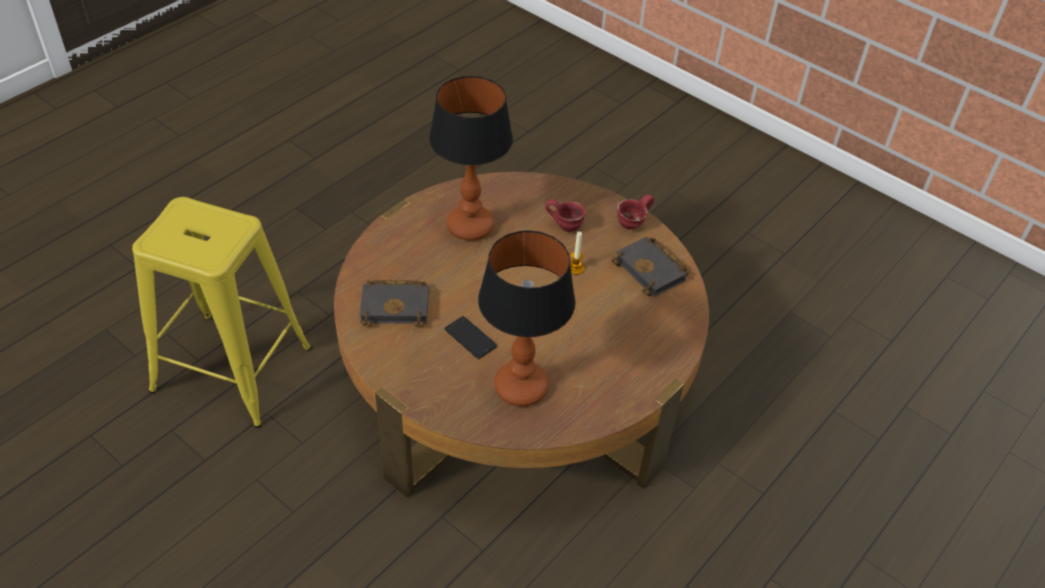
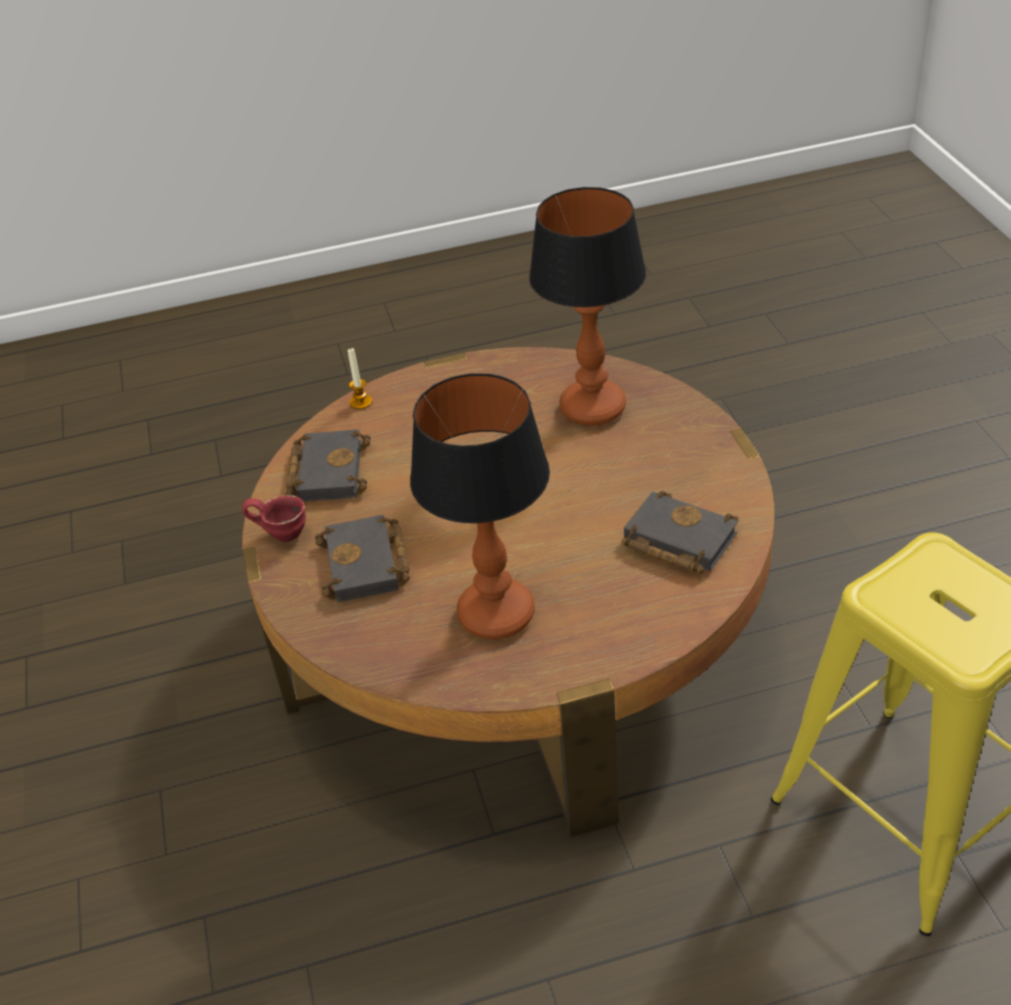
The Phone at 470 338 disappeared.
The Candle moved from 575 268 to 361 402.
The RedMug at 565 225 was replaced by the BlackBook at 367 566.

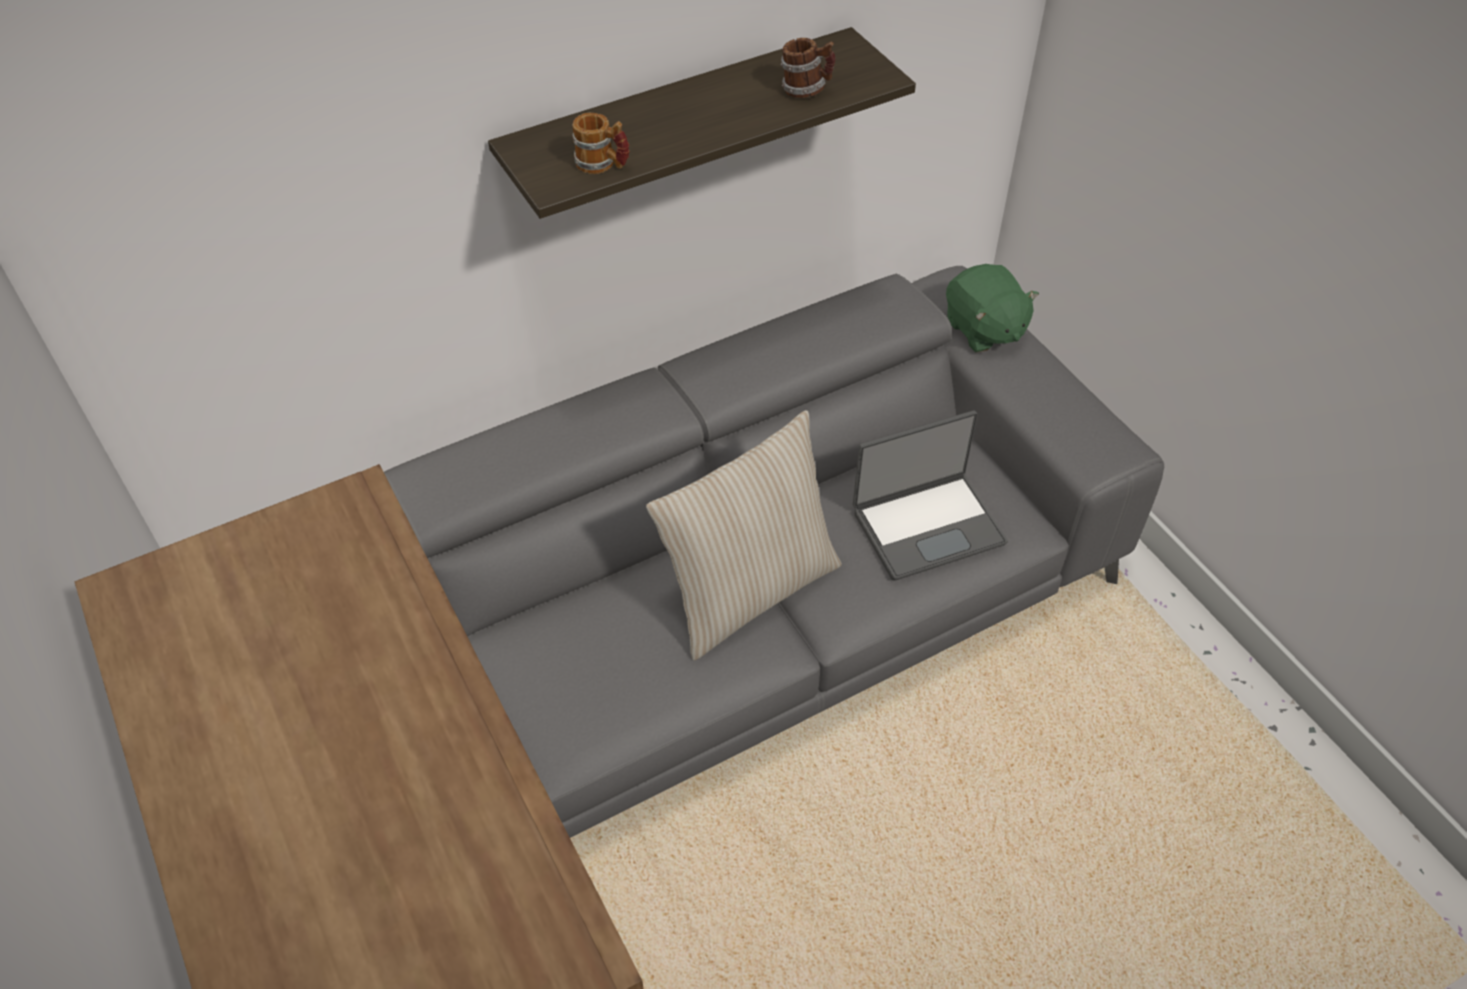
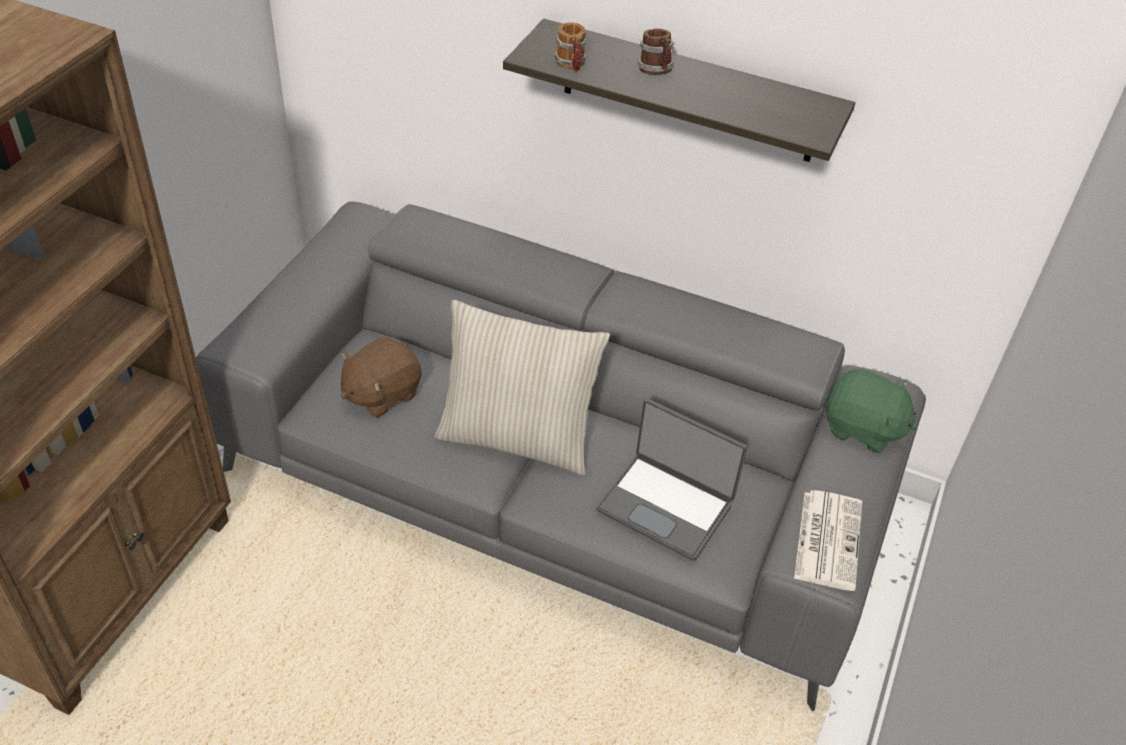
The BrownPlushToy at 381 393 appeared.
The Newspaper at 827 539 appeared.
The Mug moved from 806 90 to 656 72.
The GreenPlushToy at 983 329 turned 90 degrees counterclockwise.

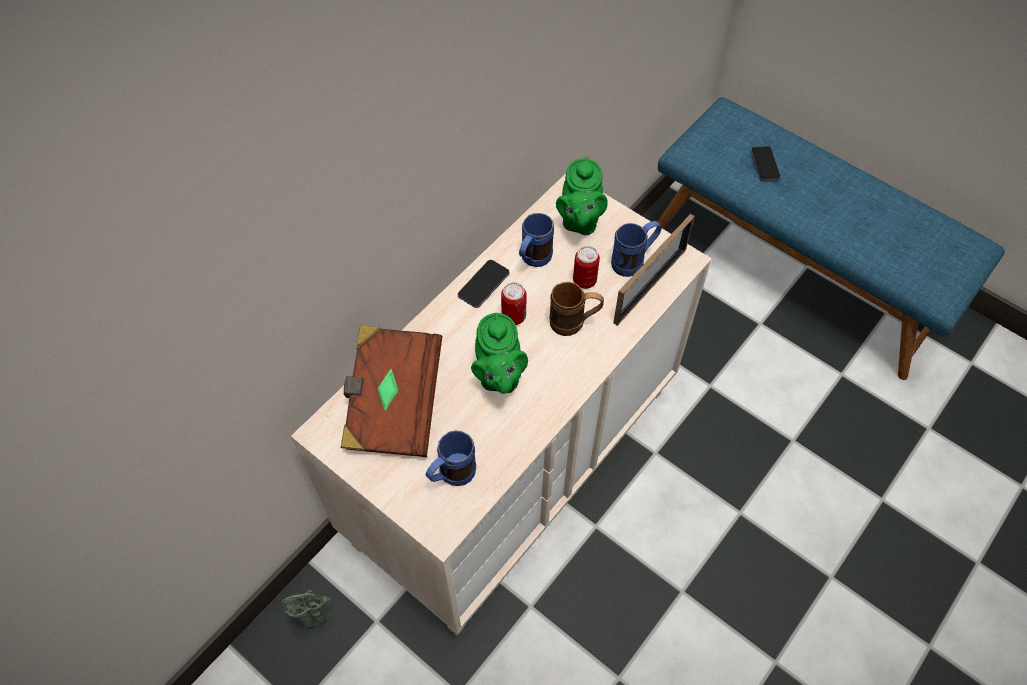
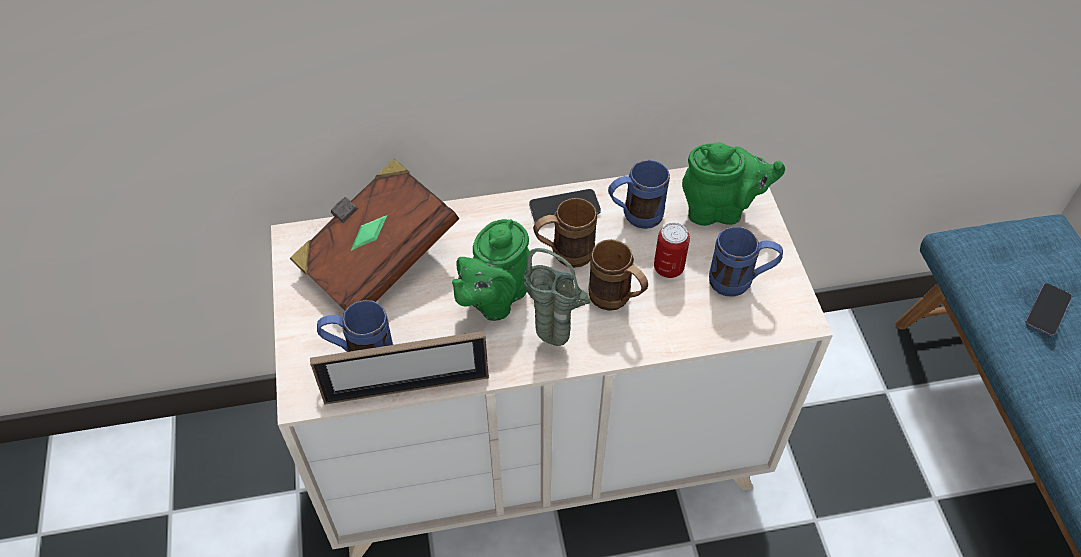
The GreenVase moved from 319 621 to 556 343.
The PictureFrame moved from 650 285 to 407 388.
The Can at 513 316 was replaced by the BrownMug at 564 255.
The GreenTeapot at 579 221 turned 135 degrees counterclockwise.

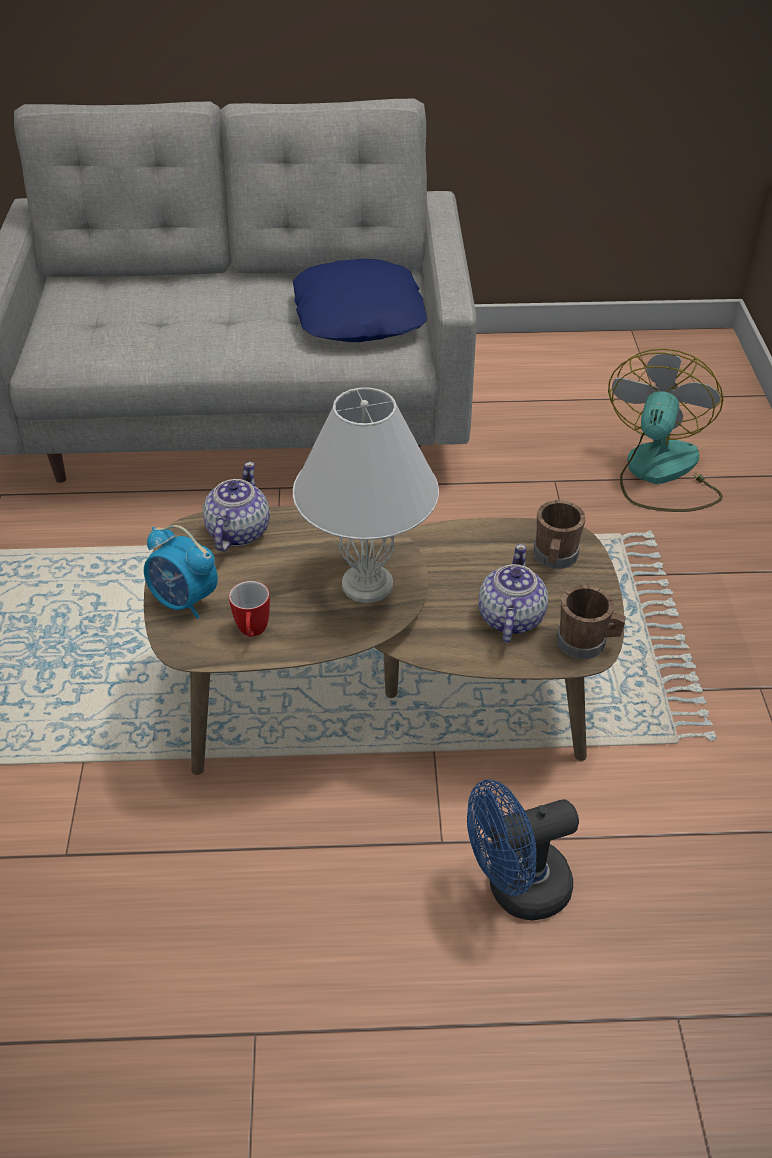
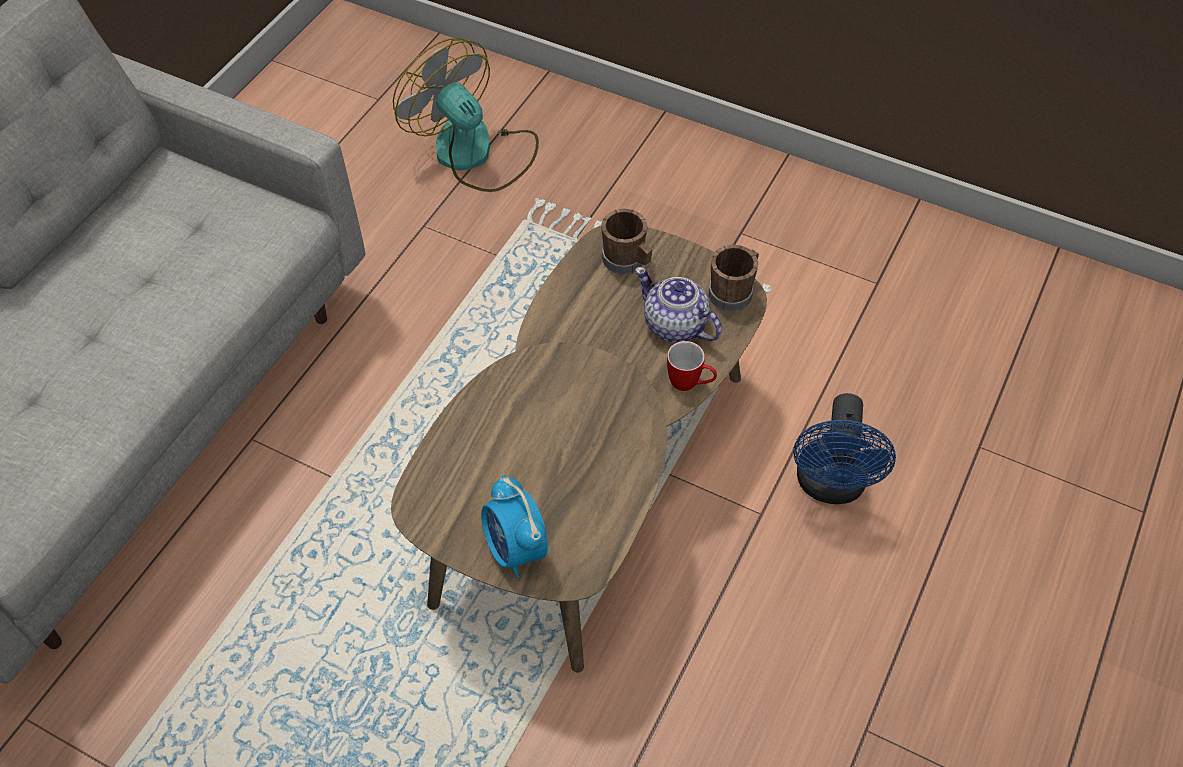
The Teapot at 237 532 disappeared.
The BluePillow at 360 315 disappeared.
The WhiteTableLamp at 368 585 disappeared.
The Mug moved from 252 633 to 690 384.
The AlarmClock at 184 601 turned 90 degrees clockwise.

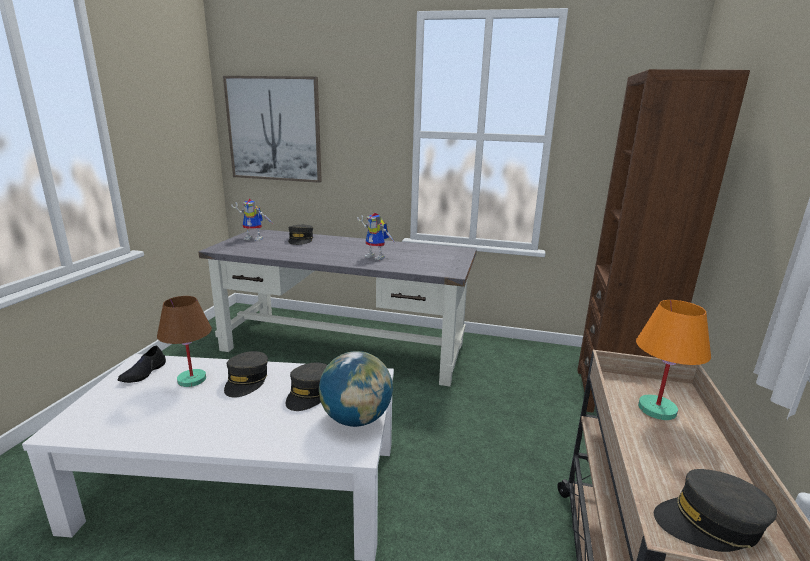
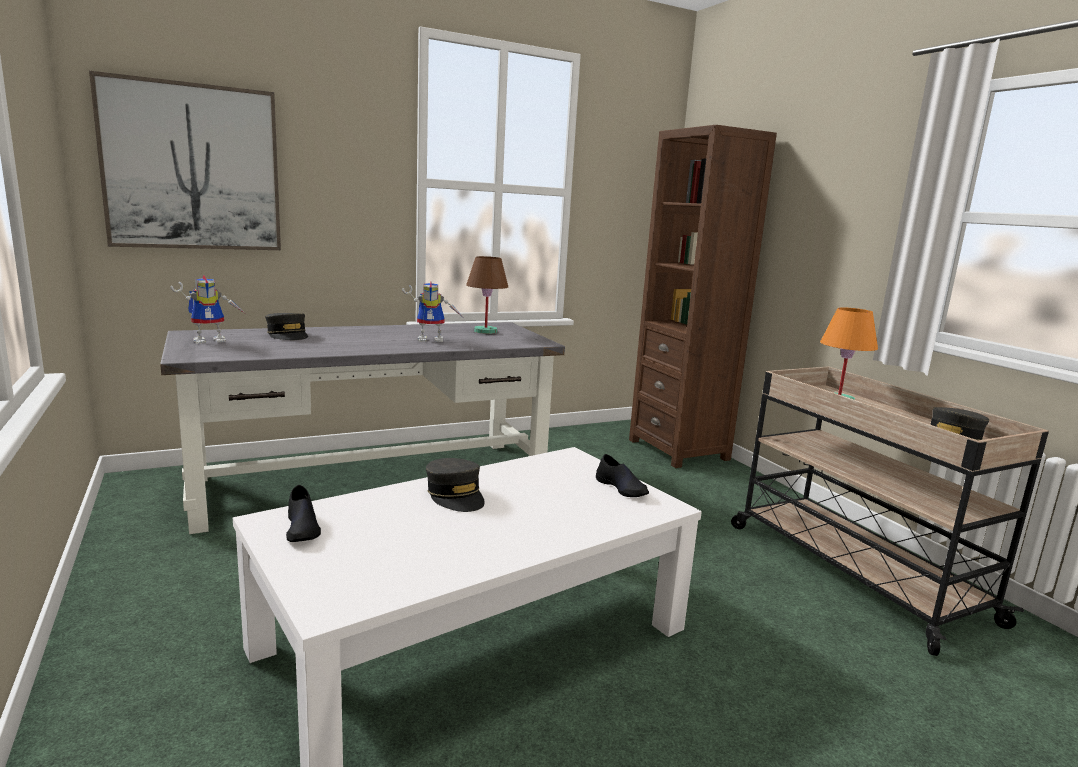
The GreyCap at 309 394 disappeared.
The BrownTableLamp moved from 191 380 to 485 331.
The Globe at 356 419 was replaced by the BlackShoe at 622 488.

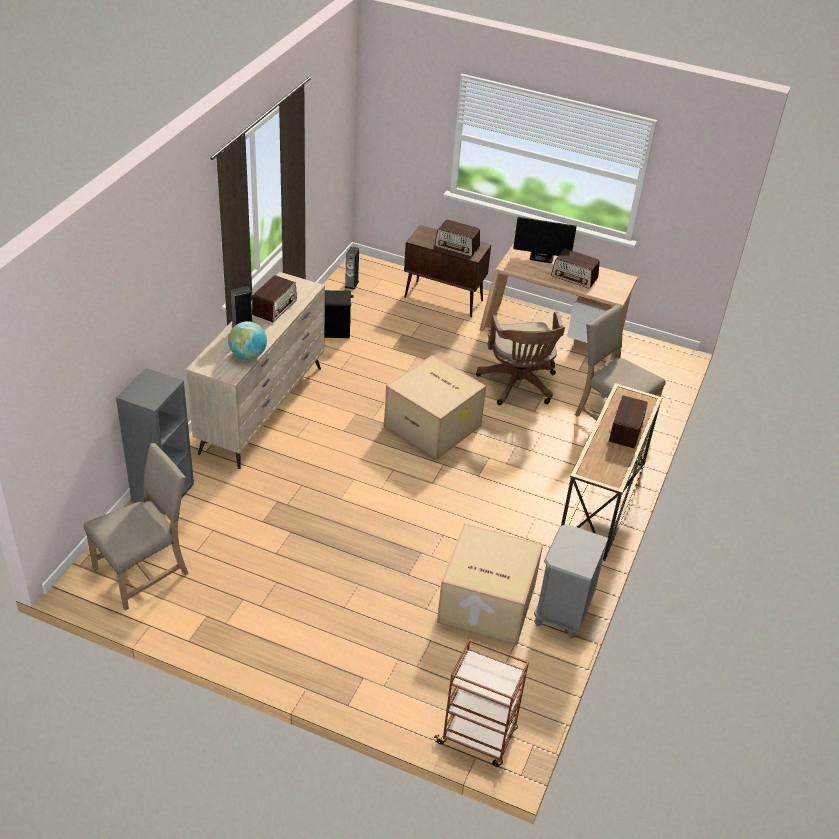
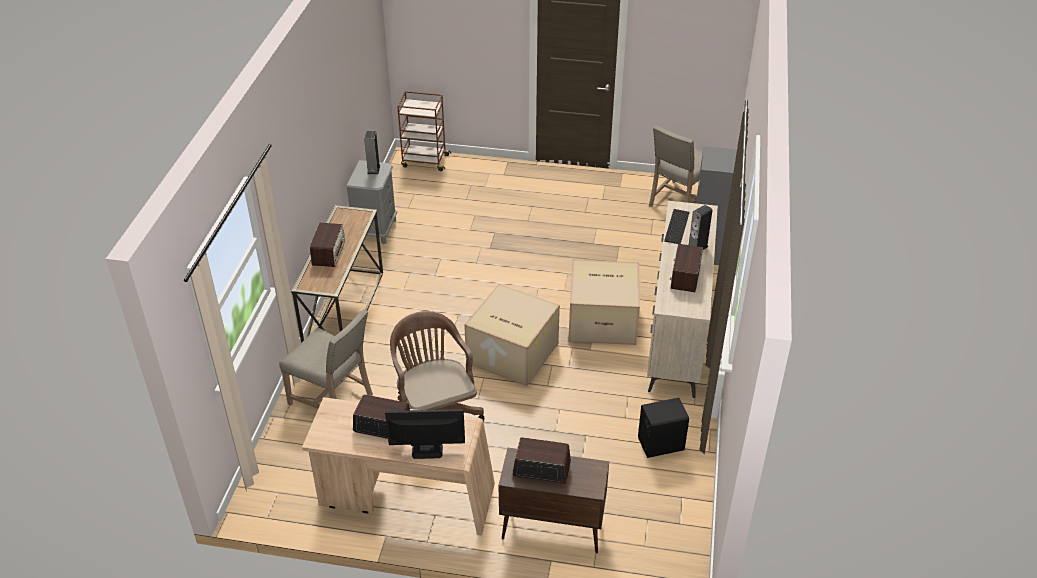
The Speaker moved from 351 284 to 373 169.
The CardboardBox moved from 485 604 to 603 319.
The Globe at 248 355 was replaced by the Keyboard at 676 226.

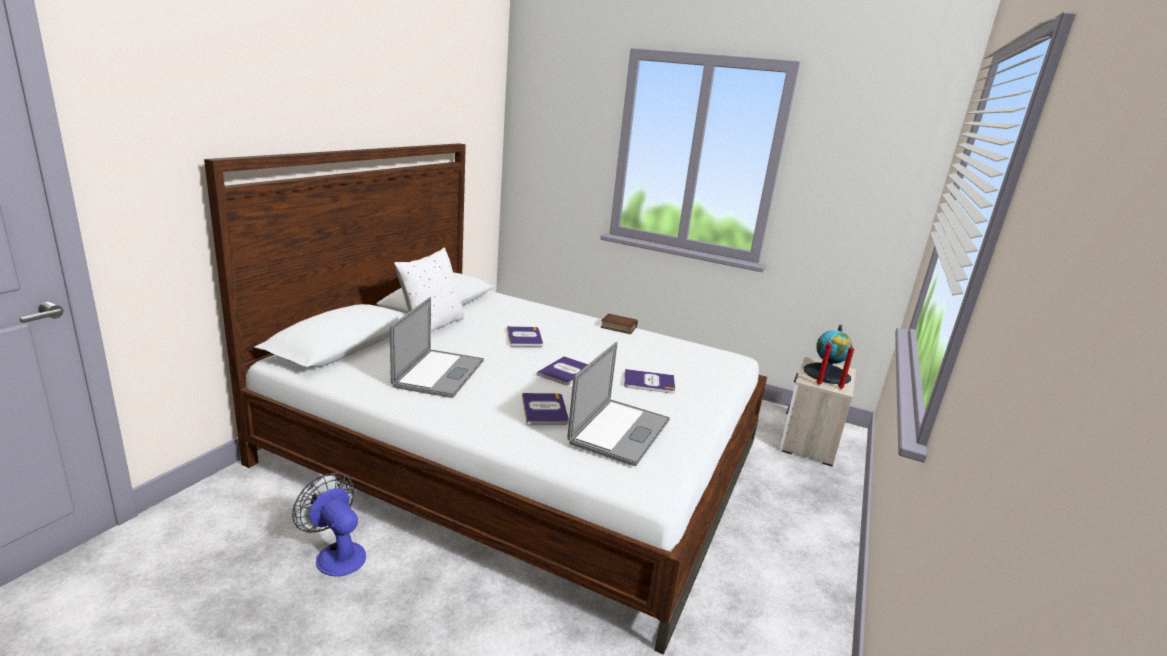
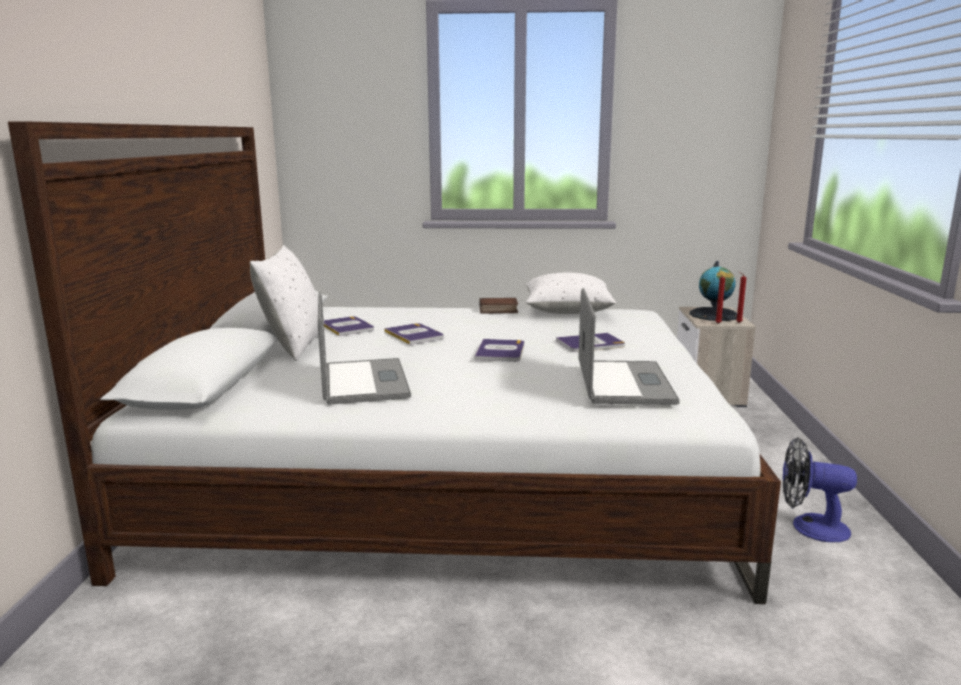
The WhitePillow at 567 311 appeared.
The Fan moved from 336 554 to 810 527.
The Book moved from 544 410 to 347 327.

